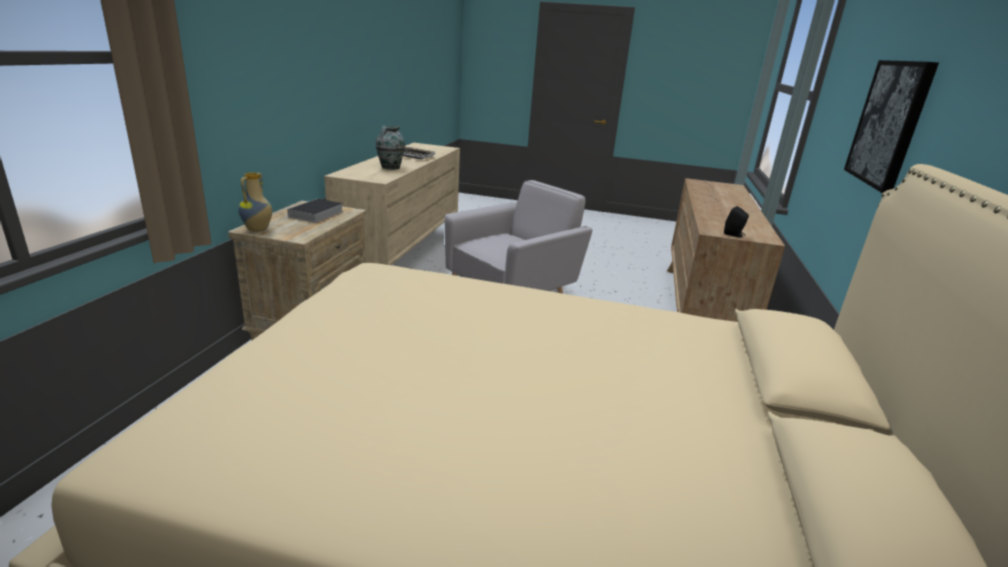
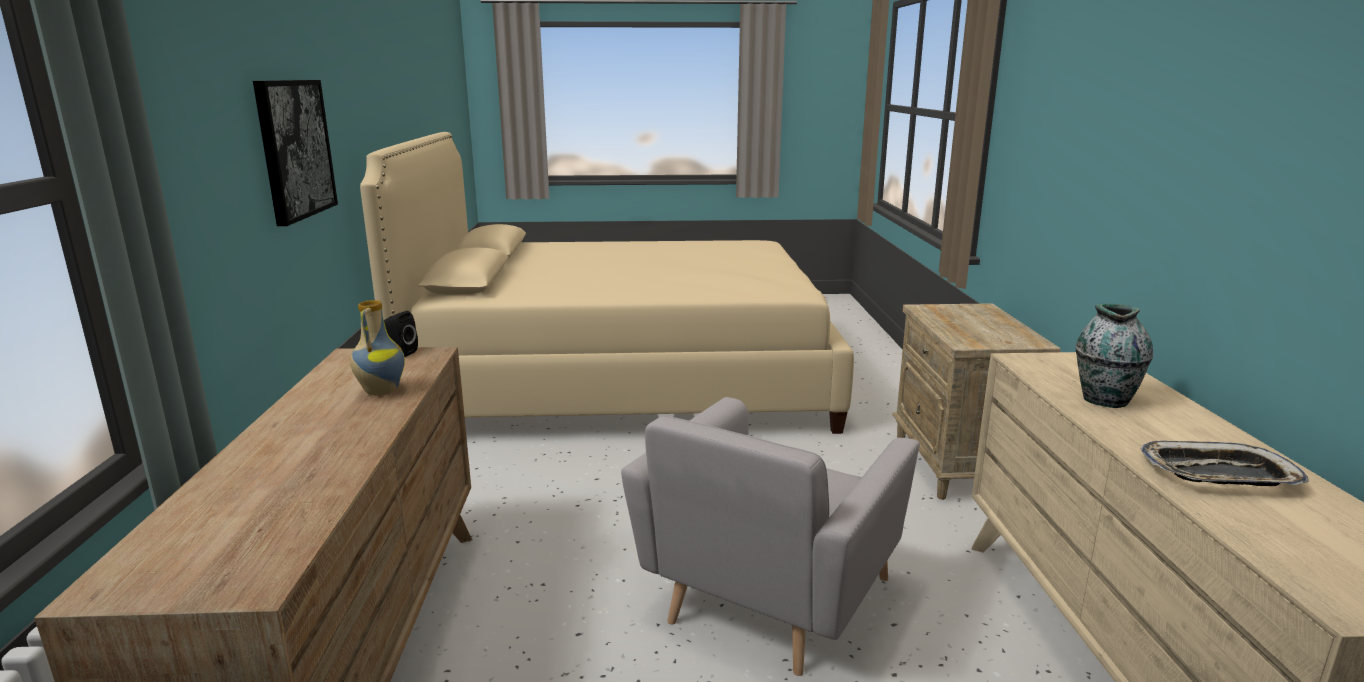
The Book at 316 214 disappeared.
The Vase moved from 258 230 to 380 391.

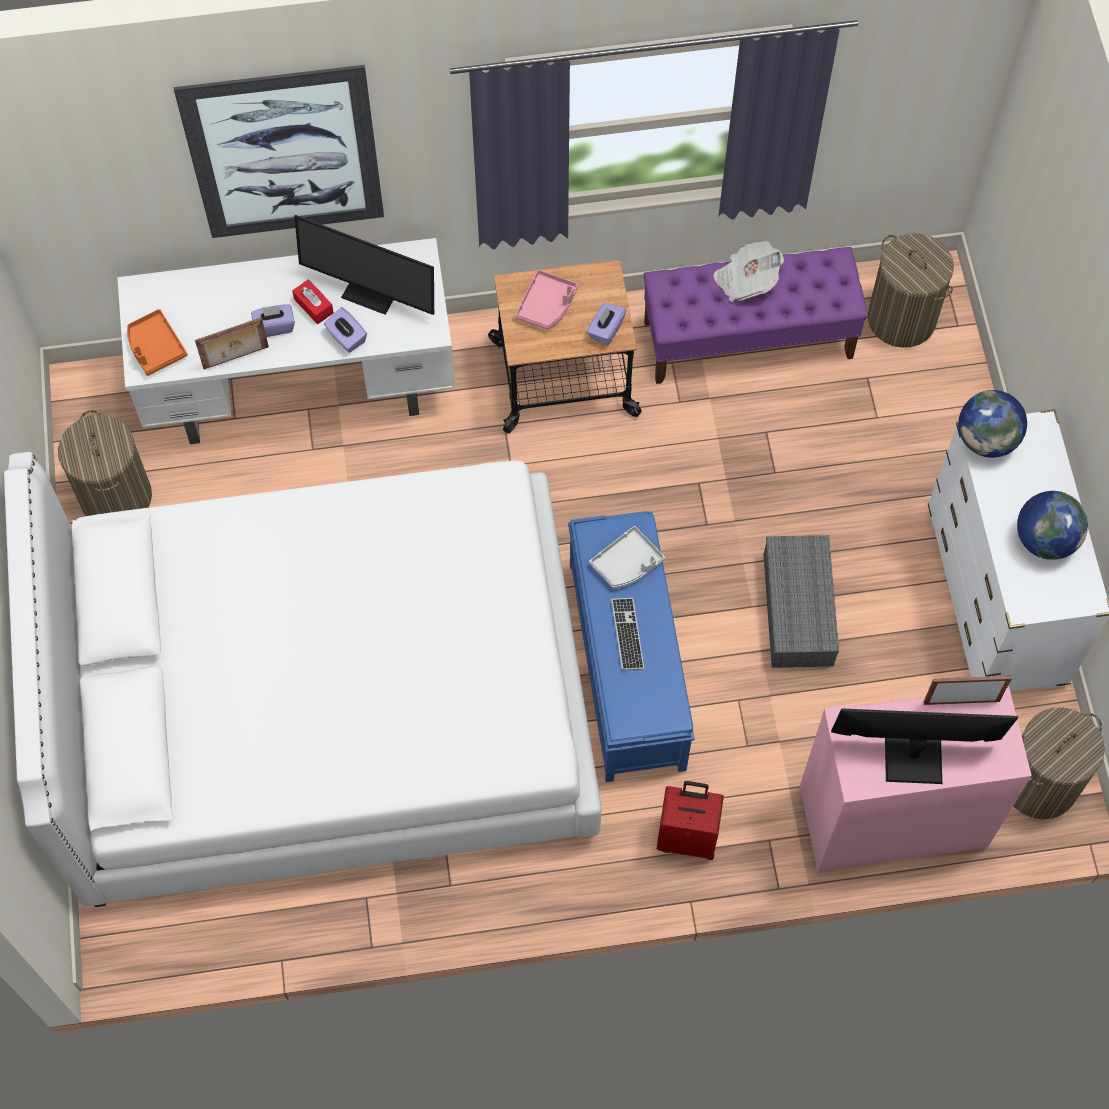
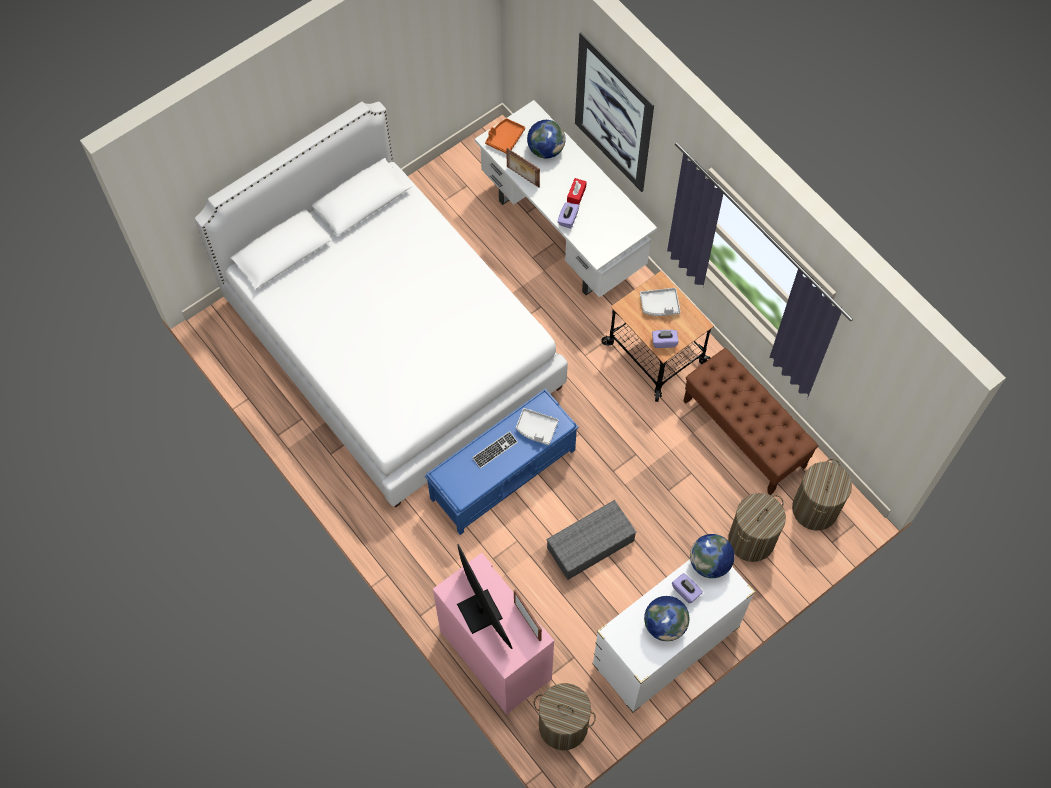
The Monitor at 372 288 disappeared.
The RedSuitcase at 688 837 disappeared.
The Newspaper at 746 280 disappeared.
The Globe at 546 149 appeared.
The LaundryBasket moved from 116 497 to 751 540.
The PurpleTissueBox moved from 274 326 to 686 591.
The PinkTray at 547 305 became the GreyTray at 660 305.
The PurpleBench at 748 339 became the BrownBench at 744 434.

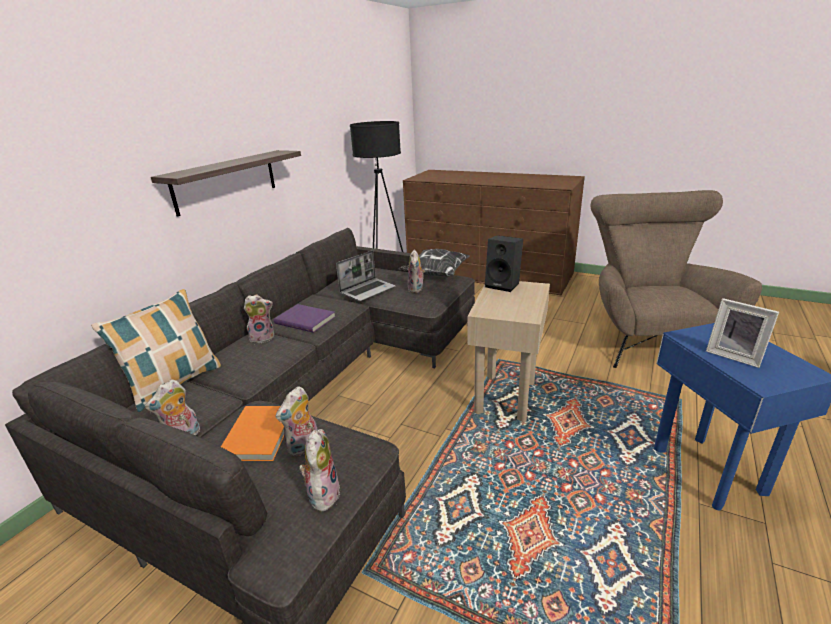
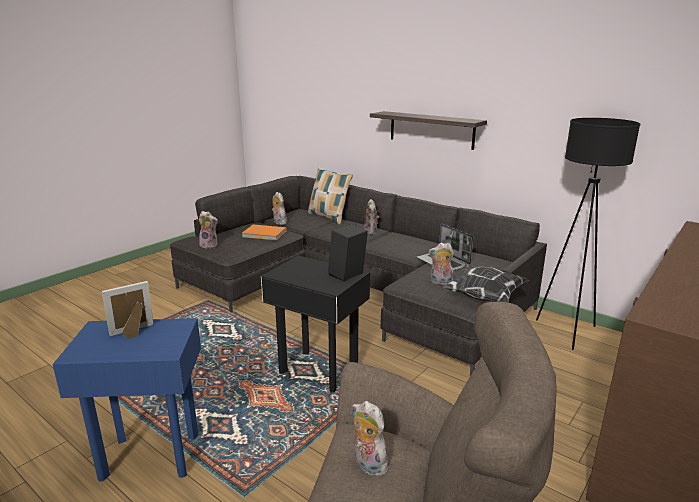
The PurpleBook at 306 320 disappeared.
The PlushToy moved from 304 447 to 367 465.
The BeigeSideTable at 506 397 became the BlackSideTable at 318 371.

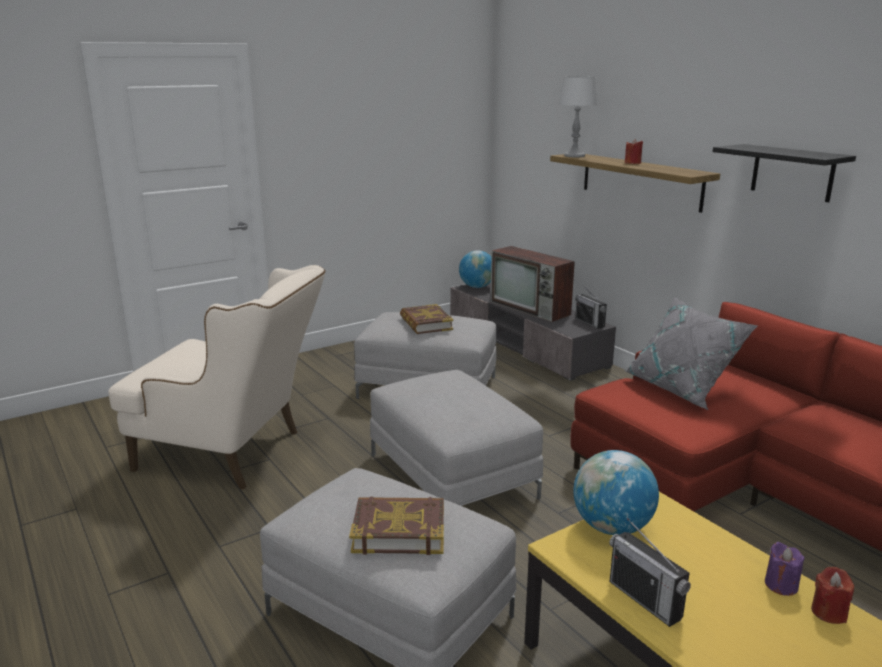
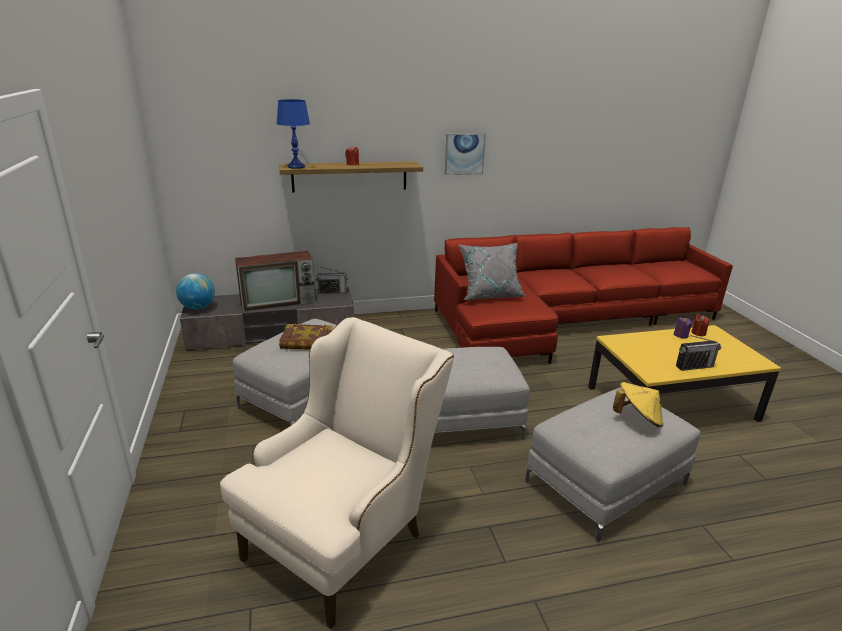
The Globe at 612 527 disappeared.
The Book at 399 531 was replaced by the YellowHat at 637 418.
The BlackShelf at 792 172 was replaced by the Picture at 464 153.
The GreyTableLamp at 574 156 became the BlueTableLamp at 296 167.

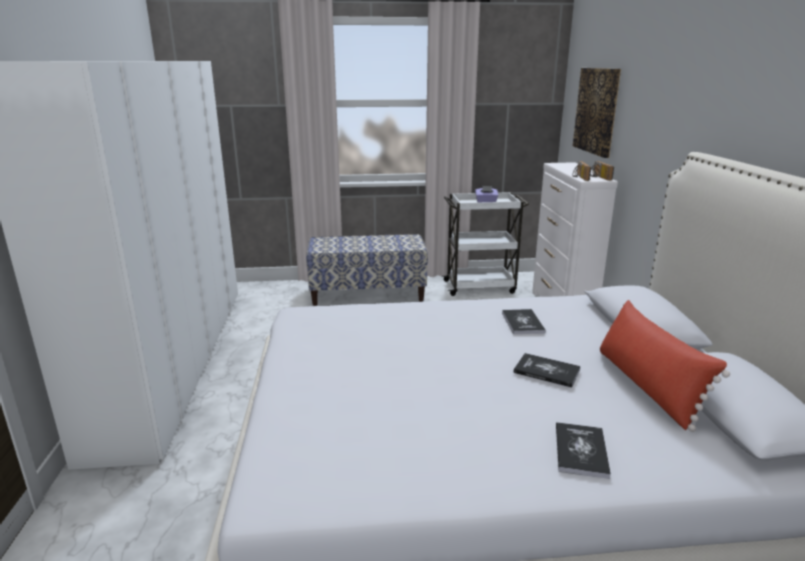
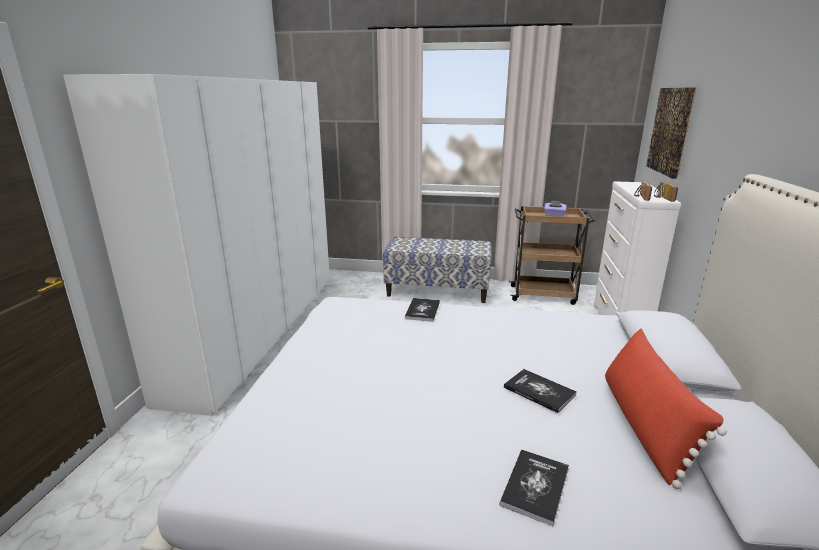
The Book moved from 522 322 to 422 310.
The WhiteCart at 480 287 became the BrownCart at 544 295.

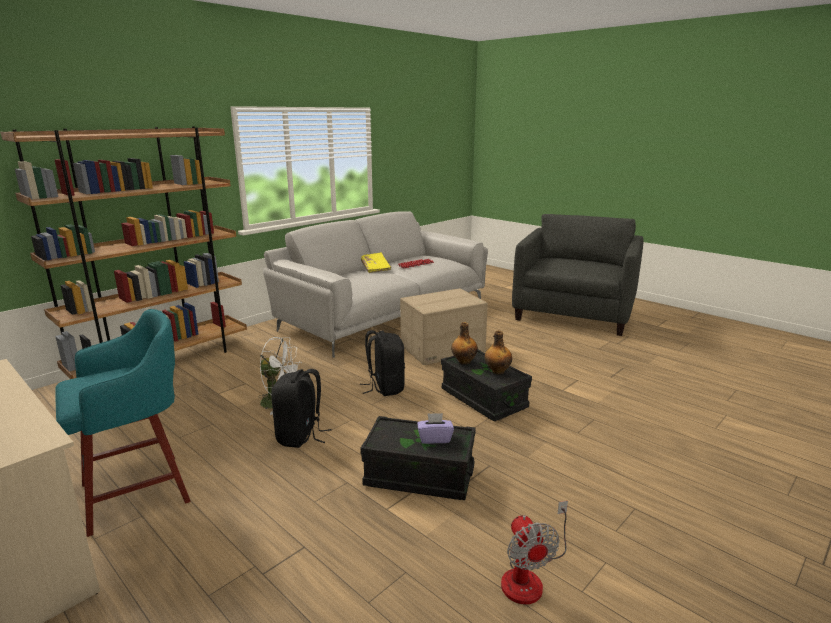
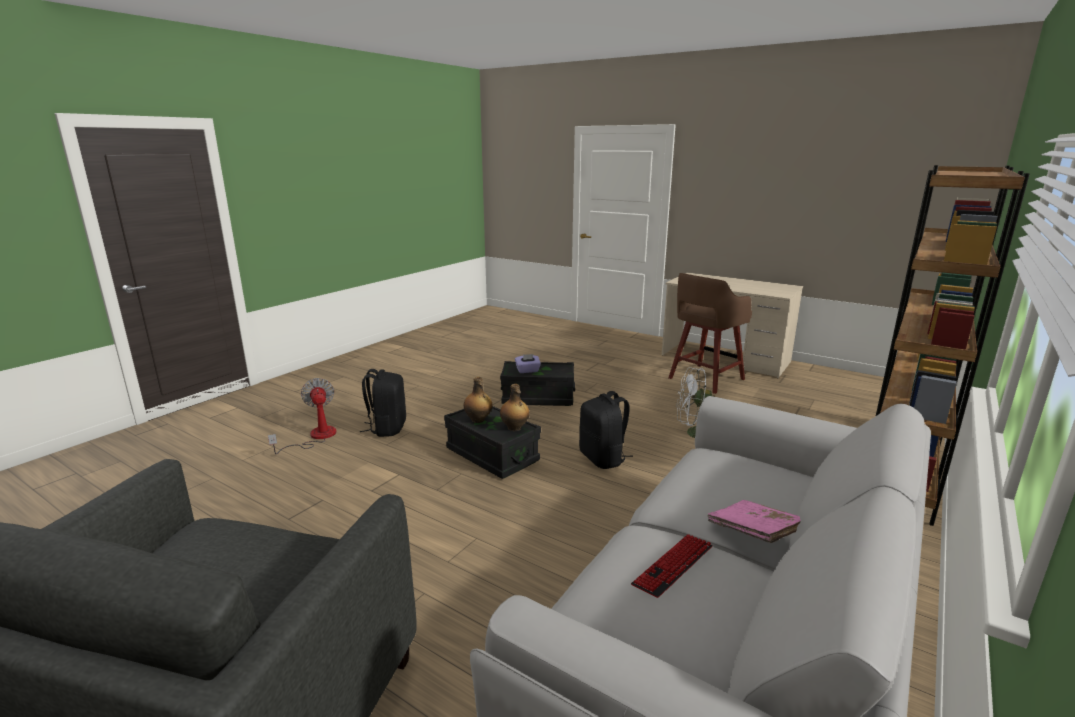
The CardboardBox at 442 349 disappeared.
The BlackBackpack moved from 300 436 to 387 428.
The Fan moved from 529 577 to 315 437.
The TurquoiseStool at 140 491 became the BrownStool at 704 379.
The YellowBook at 375 268 became the PinkBook at 754 532.

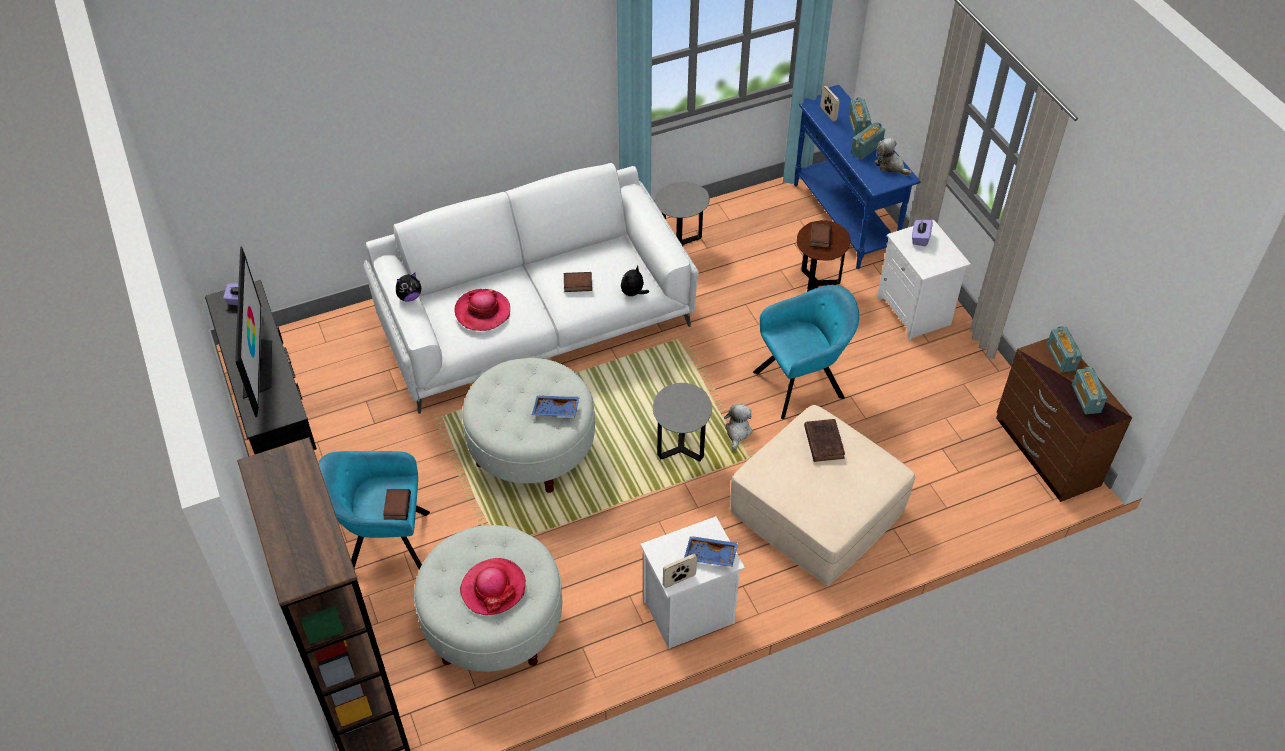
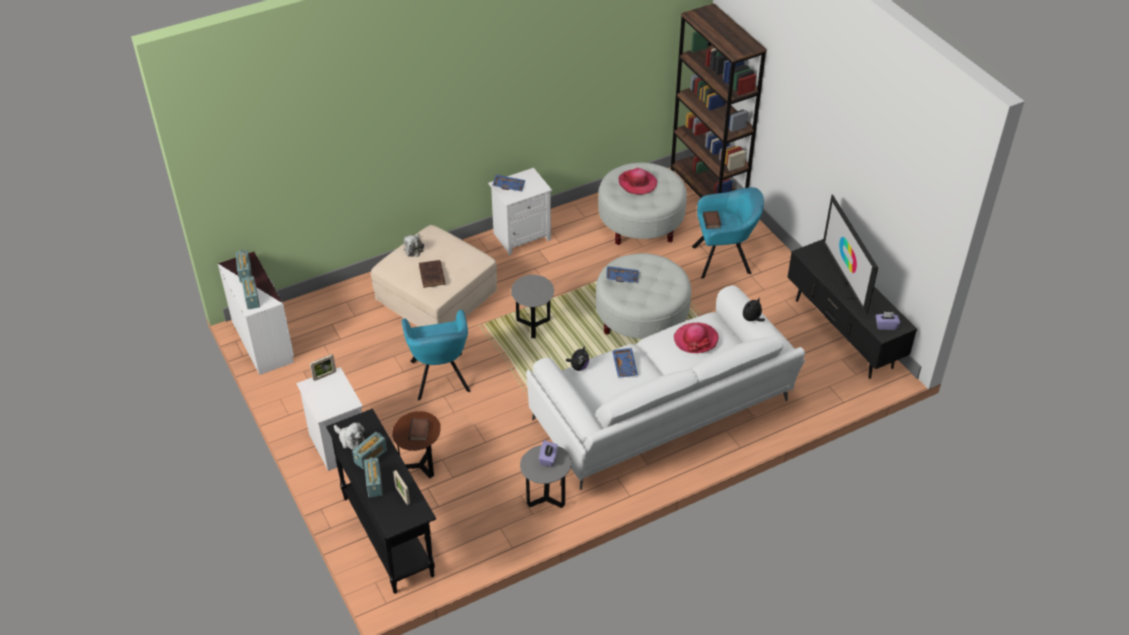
The PictureFrame moved from 679 580 to 324 375.
The PlushToy moved from 737 432 to 414 249.
The PurpleTissueBox moved from 920 238 to 548 458.
The Book at 577 285 was replaced by the BlueTray at 625 366.
The BlueConsoleTable at 843 220 became the BlackConsoleTable at 388 535.
The BrownDresser at 1046 452 became the WhiteDresser at 263 341.
The TurquoiseArmchair at 802 383 turned 75 degrees counterclockwise.

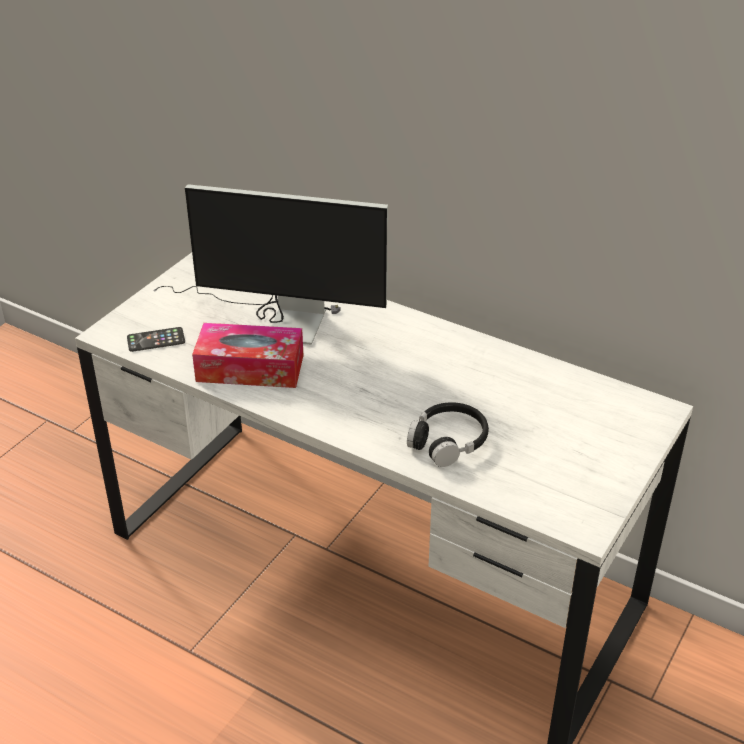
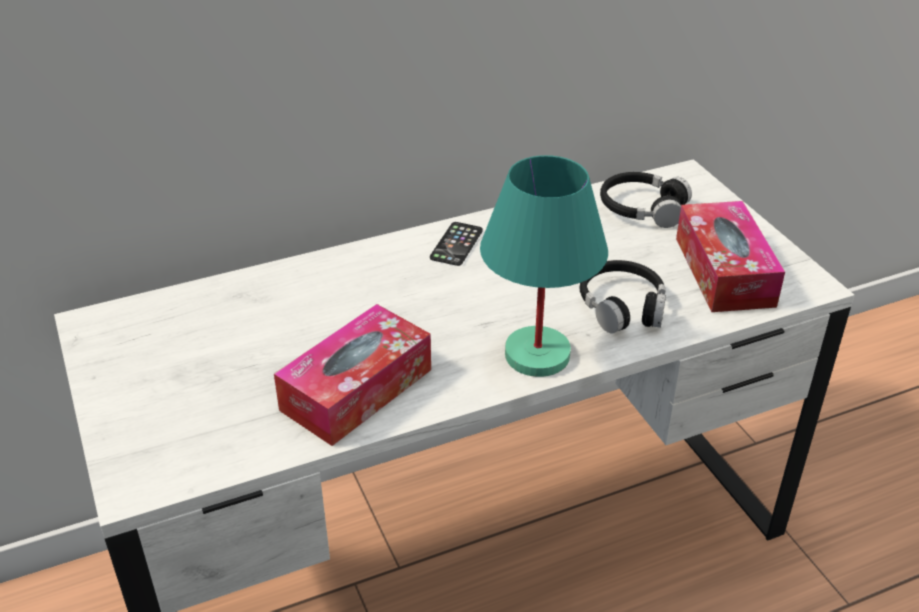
The Monitor at 278 320 disappeared.
The TurquoiseTableLamp at 538 356 appeared.
The BlackHeadphones at 642 209 appeared.
The TissueBox at 724 271 appeared.
The Phone moved from 156 340 to 456 244.

